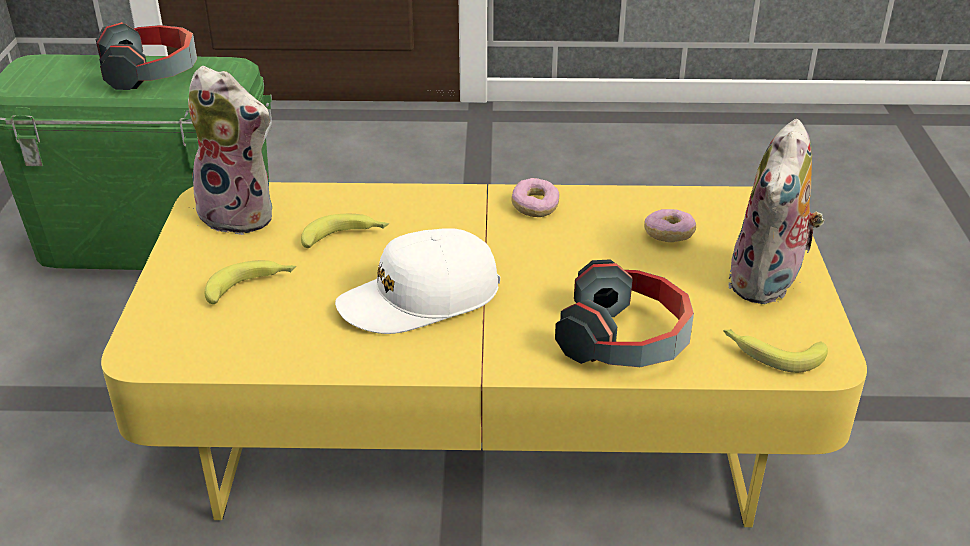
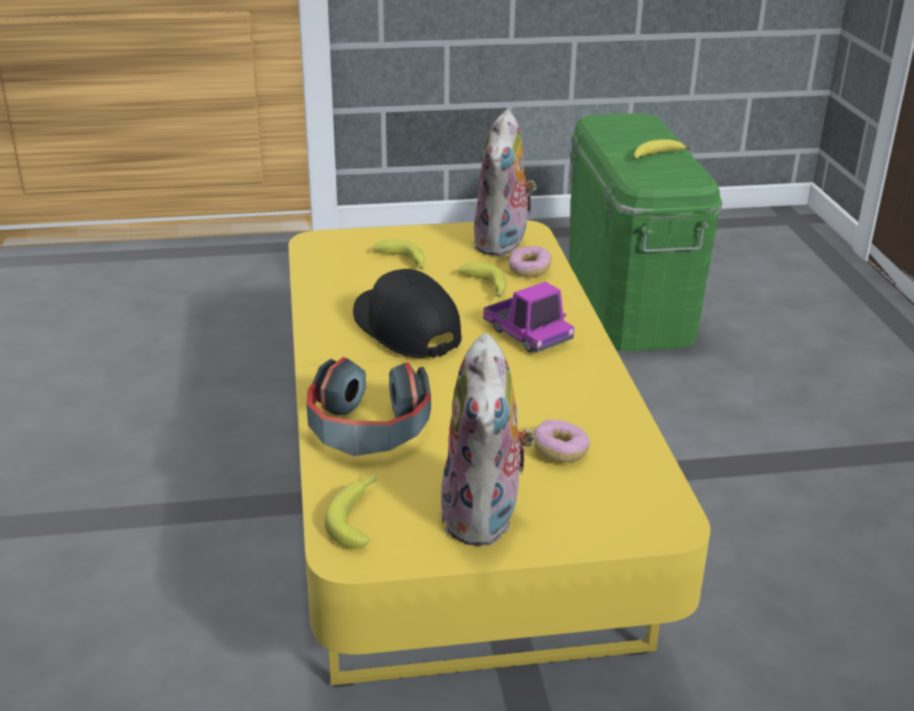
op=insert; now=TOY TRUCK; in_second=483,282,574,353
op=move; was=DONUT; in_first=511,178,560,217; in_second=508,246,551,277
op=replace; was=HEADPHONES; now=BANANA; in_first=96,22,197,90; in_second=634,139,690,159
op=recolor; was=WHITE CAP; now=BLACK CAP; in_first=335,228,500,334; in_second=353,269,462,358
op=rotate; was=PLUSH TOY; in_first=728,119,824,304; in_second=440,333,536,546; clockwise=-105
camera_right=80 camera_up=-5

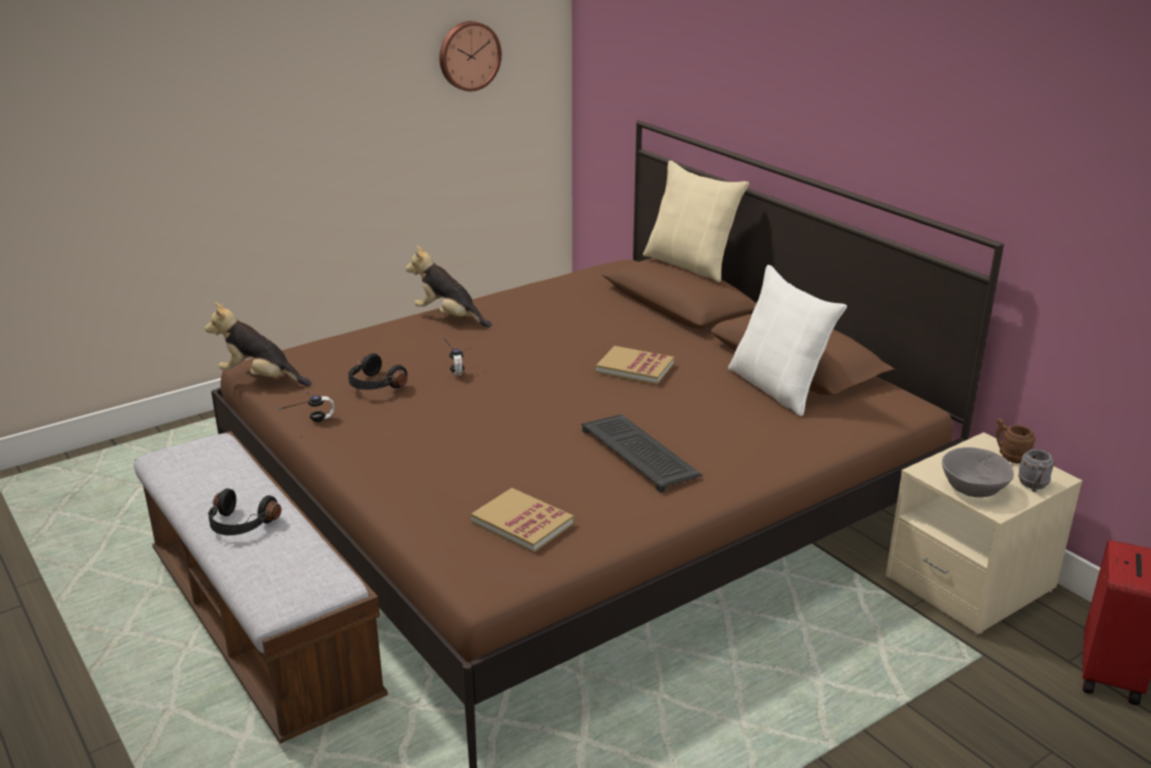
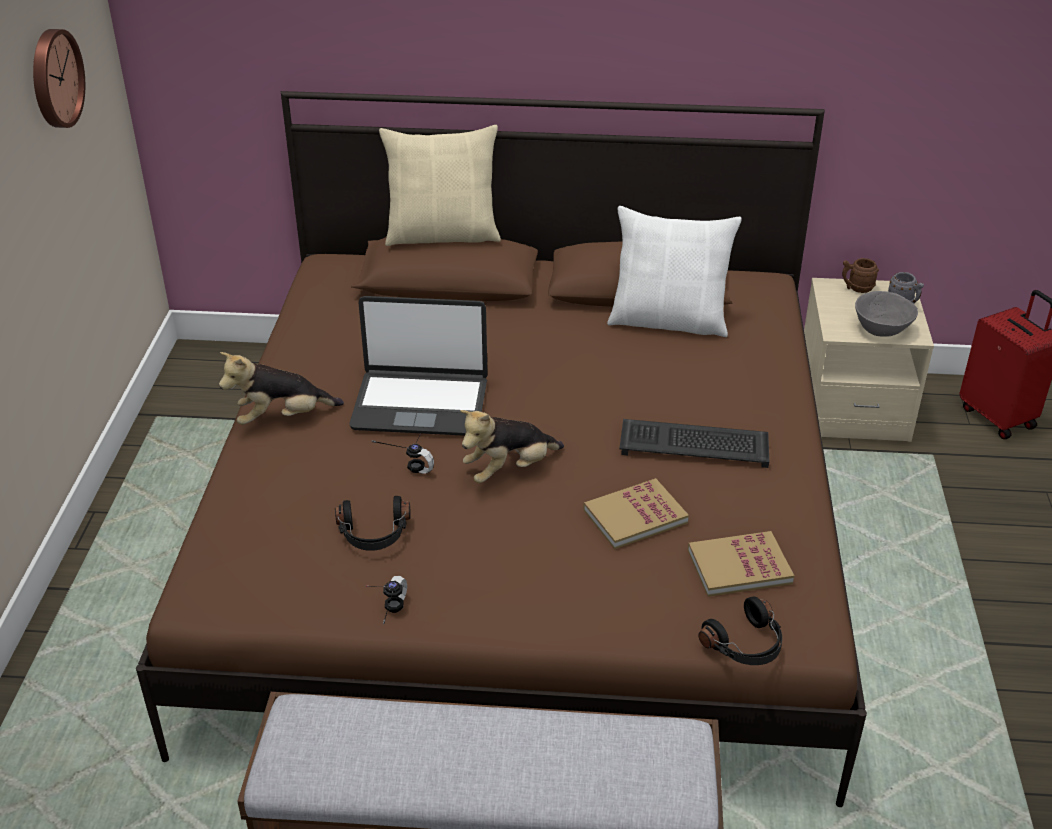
op=insert; now=LAPTOP; in_second=349,296,488,436
op=move; was=PLUSH TOY; in_first=205,302,311,386; in_second=460,410,564,483
op=move; was=BLACK HEADPHONES; in_first=208,488,281,535; in_second=698,597,782,665
op=move; was=BOOK; in_first=596,346,674,385; in_second=583,478,689,549
camera_right=-50 camera_up=10

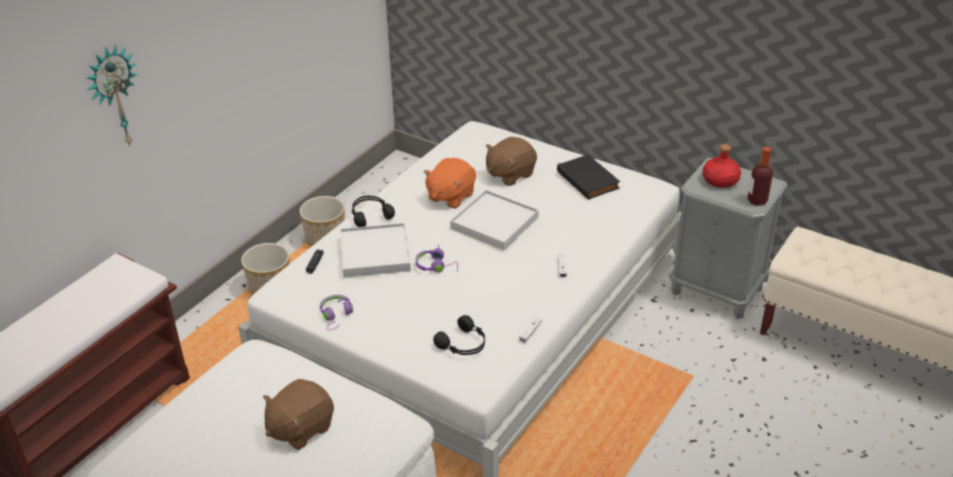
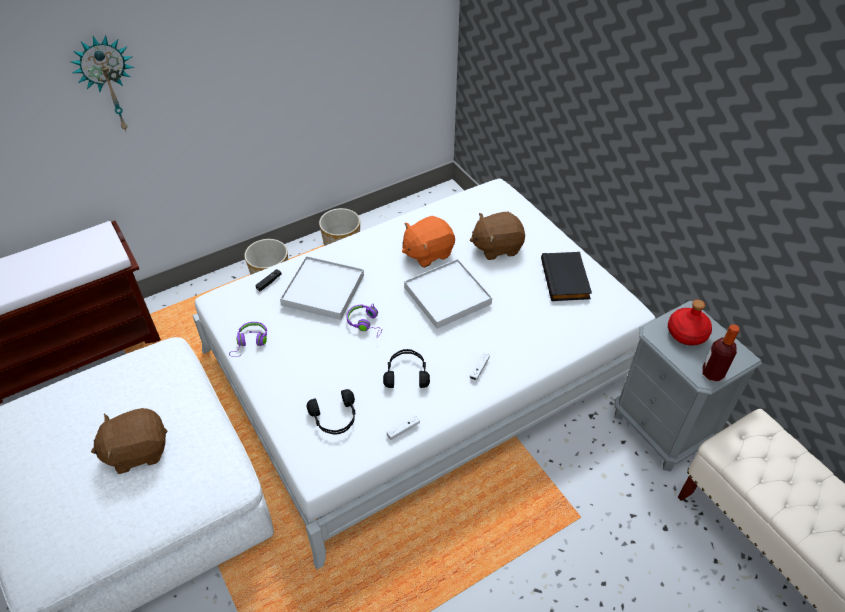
op=move; was=BLACK HEADPHONES; in_first=352,196,395,227; in_second=383,349,430,388
camera_right=25 camera_up=10

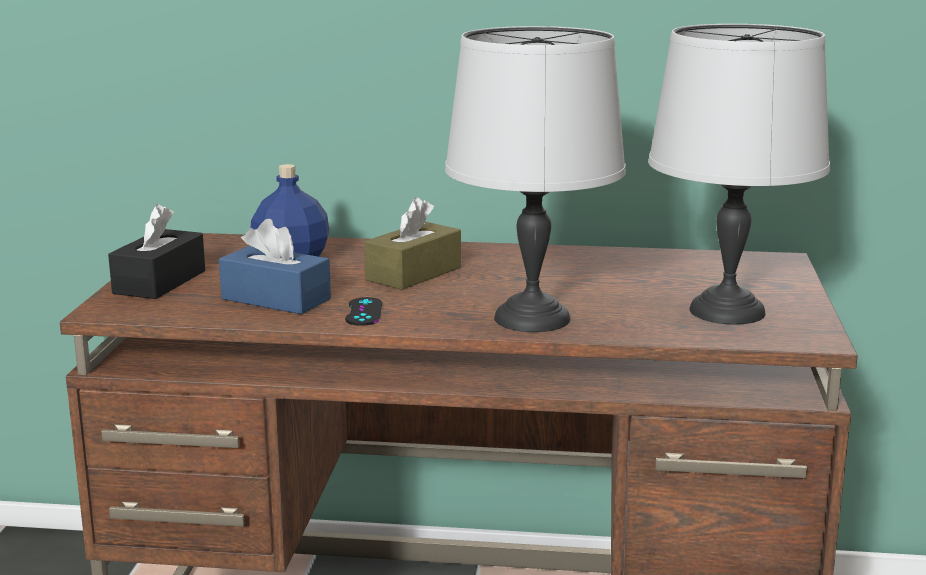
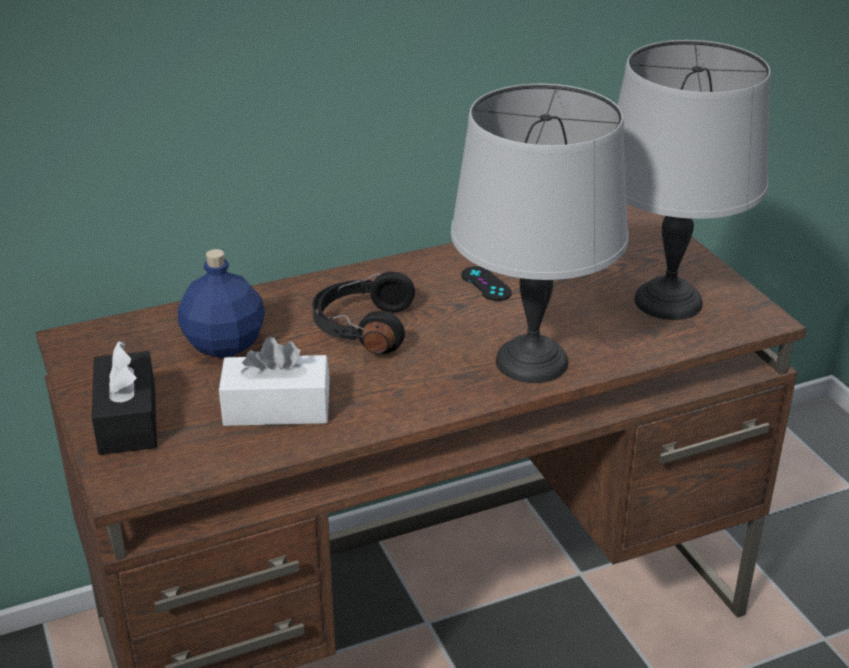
op=move; was=BLACK GAME CONTROLLER; in_first=345,297,382,326; in_second=461,266,512,301
op=replace; was=BROWN TISSUE BOX; now=BLACK HEADPHONES; in_first=364,197,461,290; in_second=312,272,415,354
op=recolor; was=BLUE TISSUE BOX; now=WHITE TISSUE BOX; in_first=219,219,331,314; in_second=219,337,330,426
camera_right=-30 camera_up=15

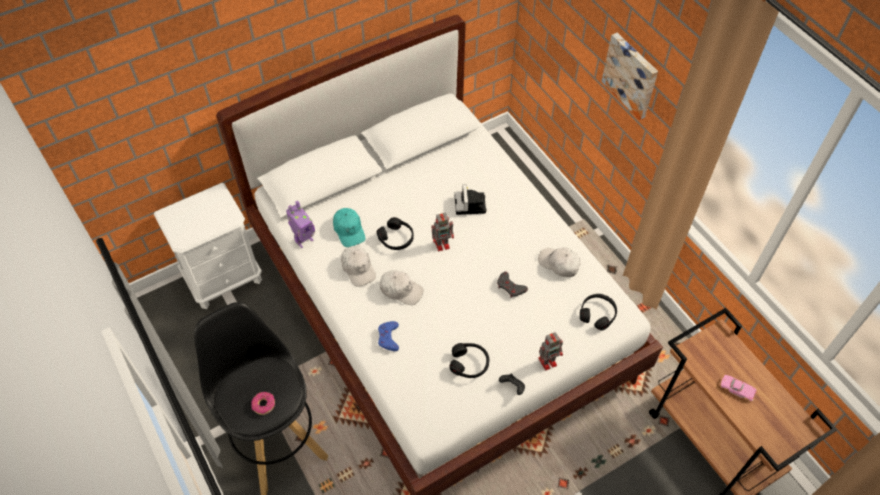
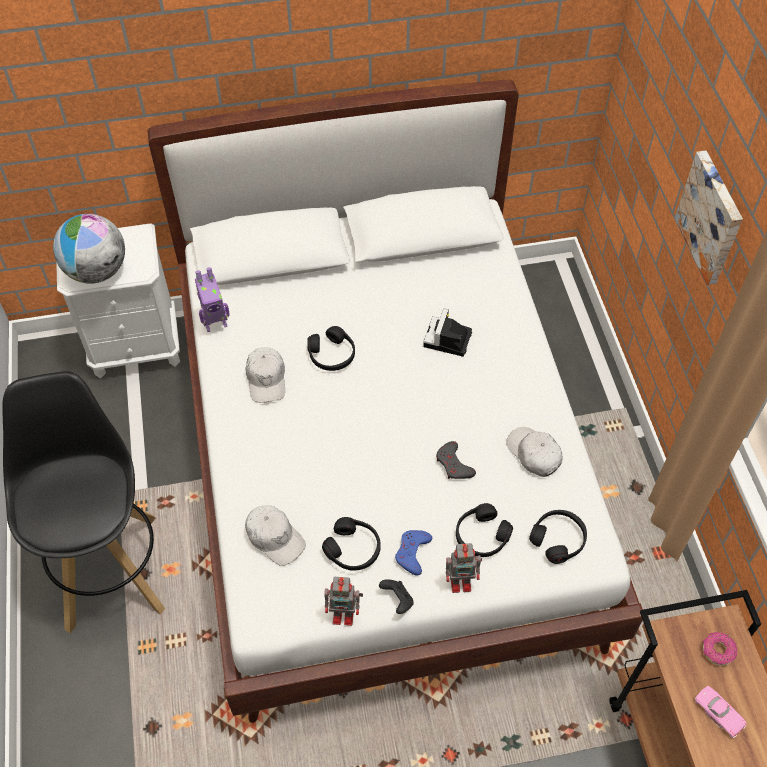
op=delete; was=TURQUOISE CAP; in_first=333,208,365,247
op=insert; now=GLOBE; in_second=53,214,125,284
op=insert; now=BLACK HEADPHONES; in_second=456,503,513,557
op=move; was=DONUT; in_first=251,392,275,415; in_second=703,632,738,666
op=move; was=BLUE GAME CONTROLLER; in_first=378,321,399,351; in_second=395,530,432,576
op=move; was=WHITE CAP; in_first=380,270,424,305; in_second=245,505,306,566
op=move; was=TOY ROBOT; in_first=432,213,454,251; in_second=324,577,363,626
camera_right=20 camera_up=0

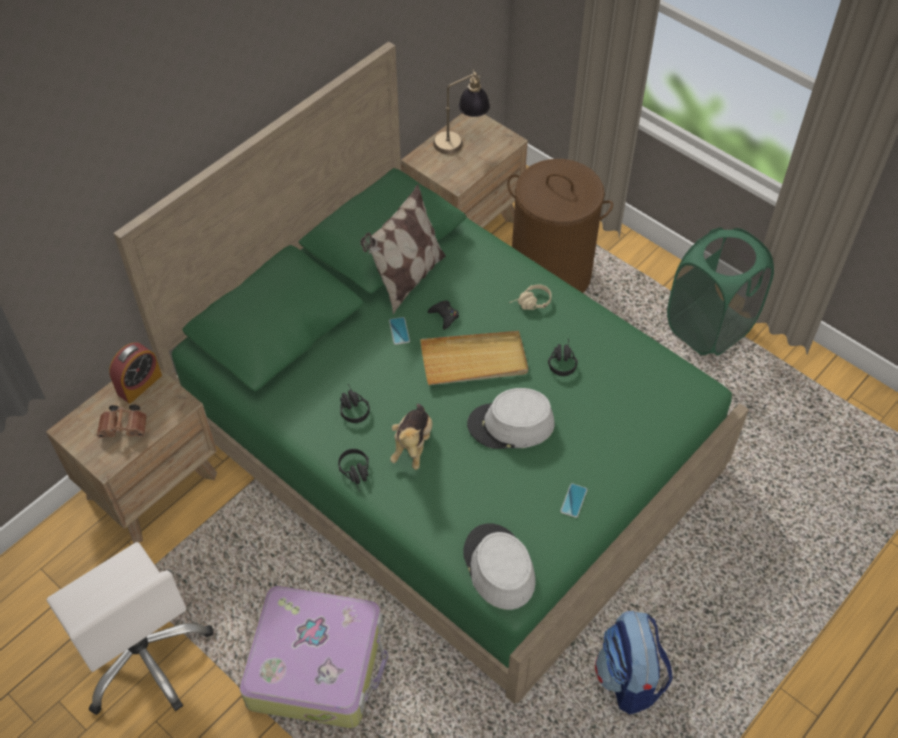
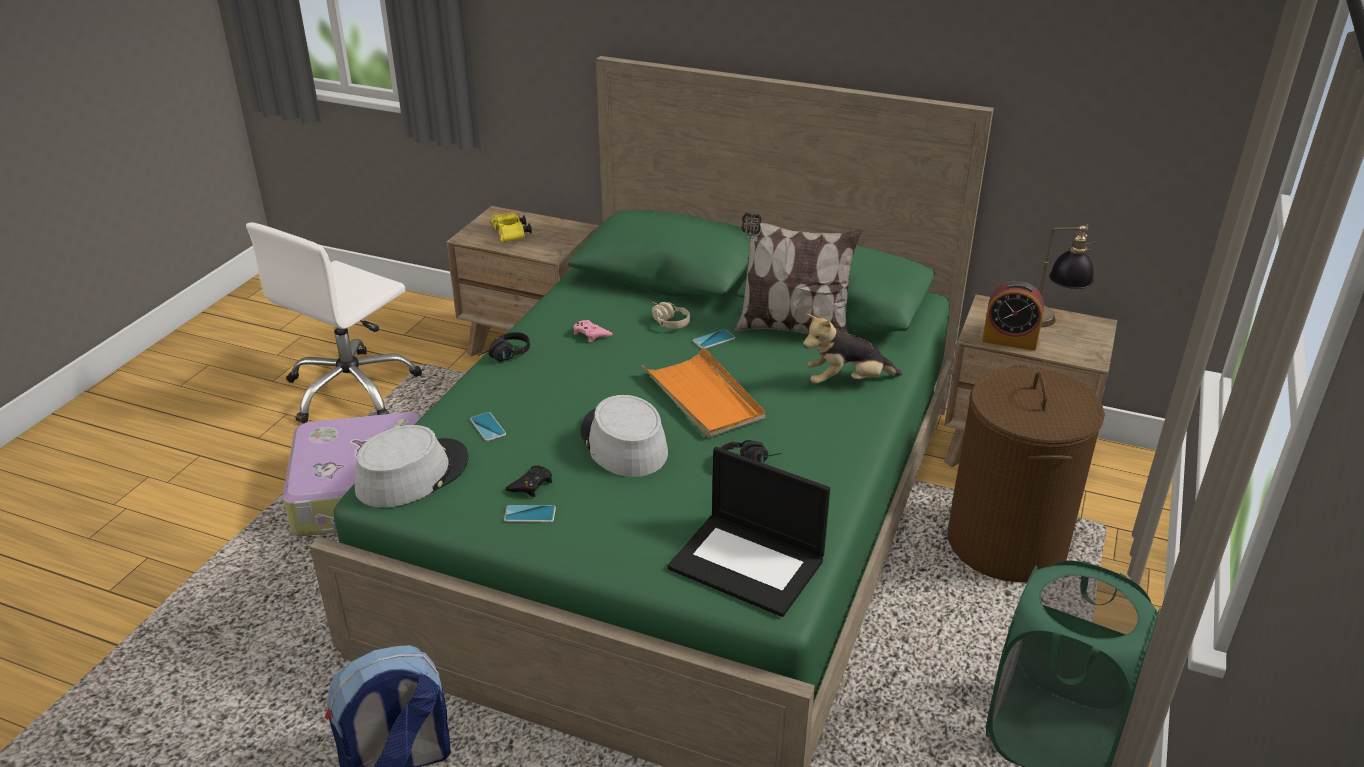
op=insert; now=PHONE; in_second=470,412,506,441
op=insert; now=LAPTOP; in_second=667,447,830,617
op=move; was=ALARM CLOCK; in_first=109,342,162,404; in_second=982,281,1044,351
op=move; was=PLUSH TOY; in_first=390,404,432,470; in_second=803,314,902,384
op=move; was=BLACK GAME CONTROLLER; in_first=428,301,459,330; in_second=505,466,552,497
op=move; was=BEIGE HEADPHONES; in_first=509,284,552,310; in_second=652,302,690,329
op=replace; was=BLACK HEADPHONES; now=PINK GAME CONTROLLER; in_first=340,384,370,423; in_second=573,320,613,343
op=recolor; was=BROWN BINOCULARS; now=YELLOW BINOCULARS; in_first=97,404,147,438; in_second=491,212,532,243
op=recolor; was=BEIGE TRAY; now=ORANGE TRAY; in_first=420,331,528,385; in_second=642,347,766,438
camera_right=70 camera_up=-20

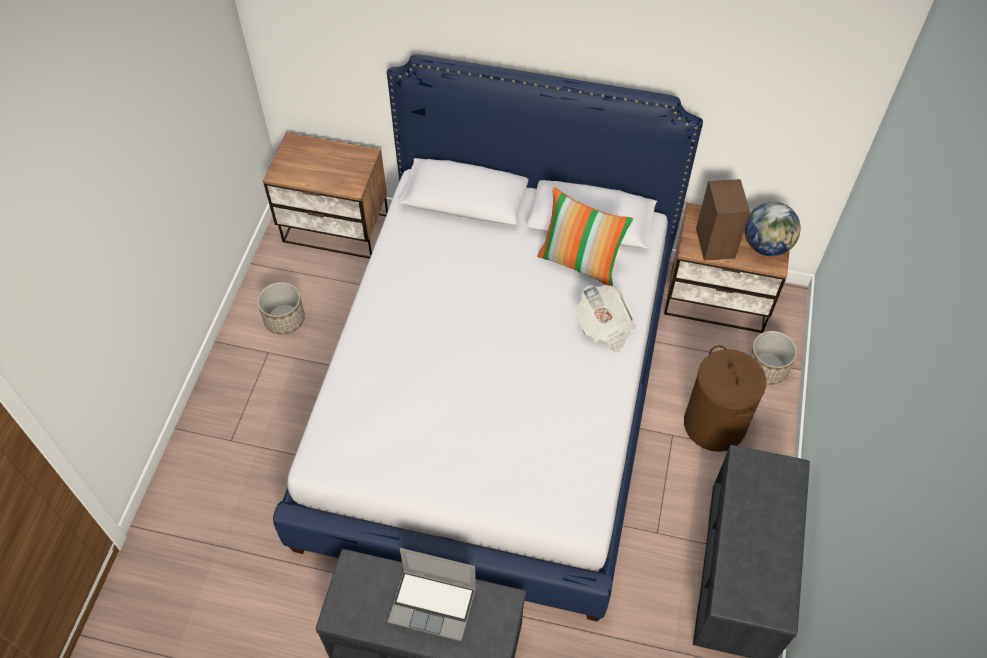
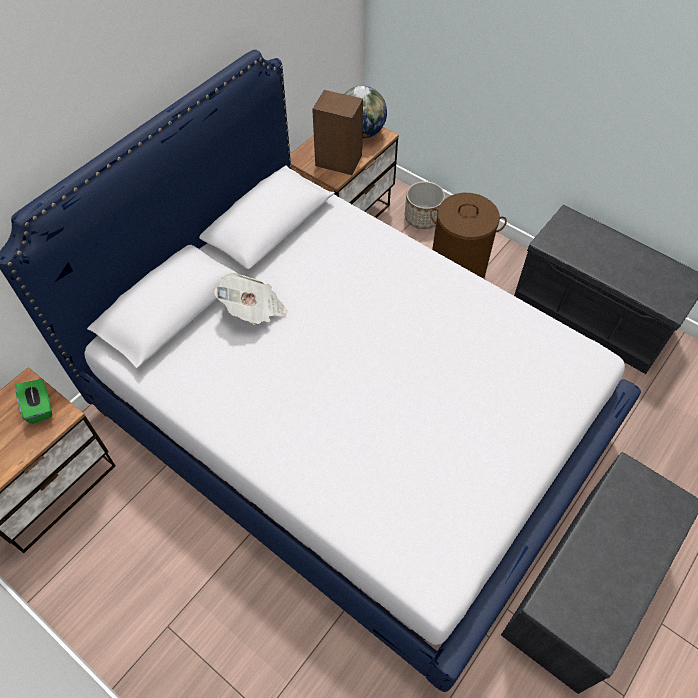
op=delete; was=PLANTER; in_first=257,282,305,335
op=delete; was=LAPTOP; in_first=388,548,476,641
op=delete; was=PILLOW; in_first=537,187,633,287
op=insert; now=GREEN TISSUE BOX; in_second=15,379,52,424
op=move; was=NEWSPAPER; in_first=576,285,636,352; in_second=214,273,288,325
camera_right=-65 camera_up=0

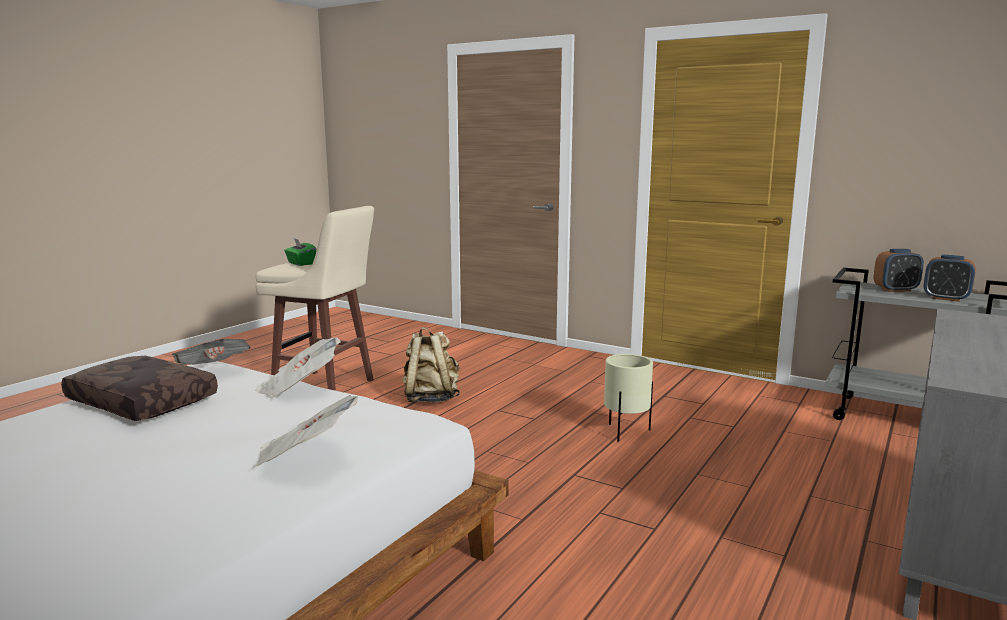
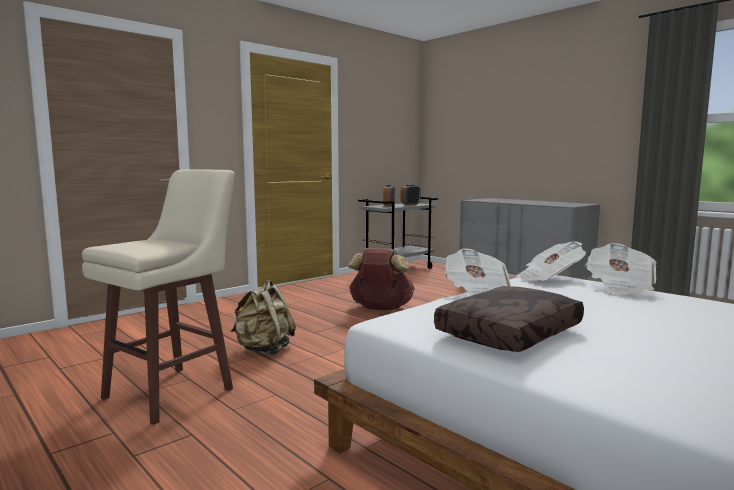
op=delete; was=GREEN TISSUE BOX; in_first=284,238,316,266
op=move; was=NEWSPAPER; in_first=172,339,251,365; in_second=516,241,586,281
op=replace; was=BEIGE PLANTER; now=BROWN BACKPACK; in_first=604,354,653,442; in_second=348,248,415,310
camera_right=-75 camera_up=-5

